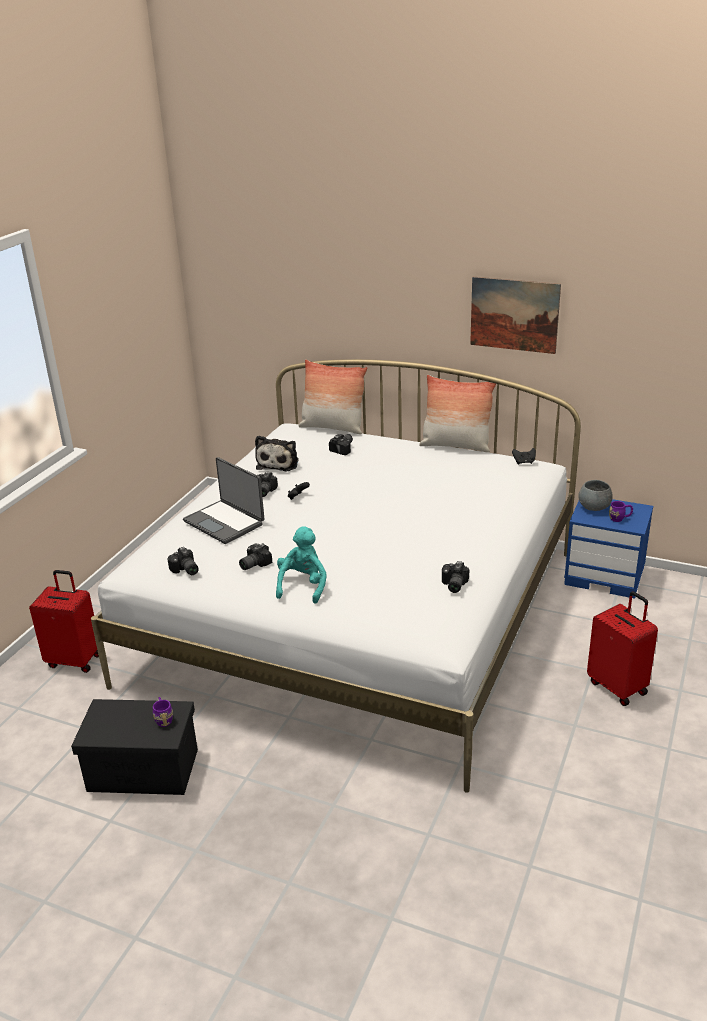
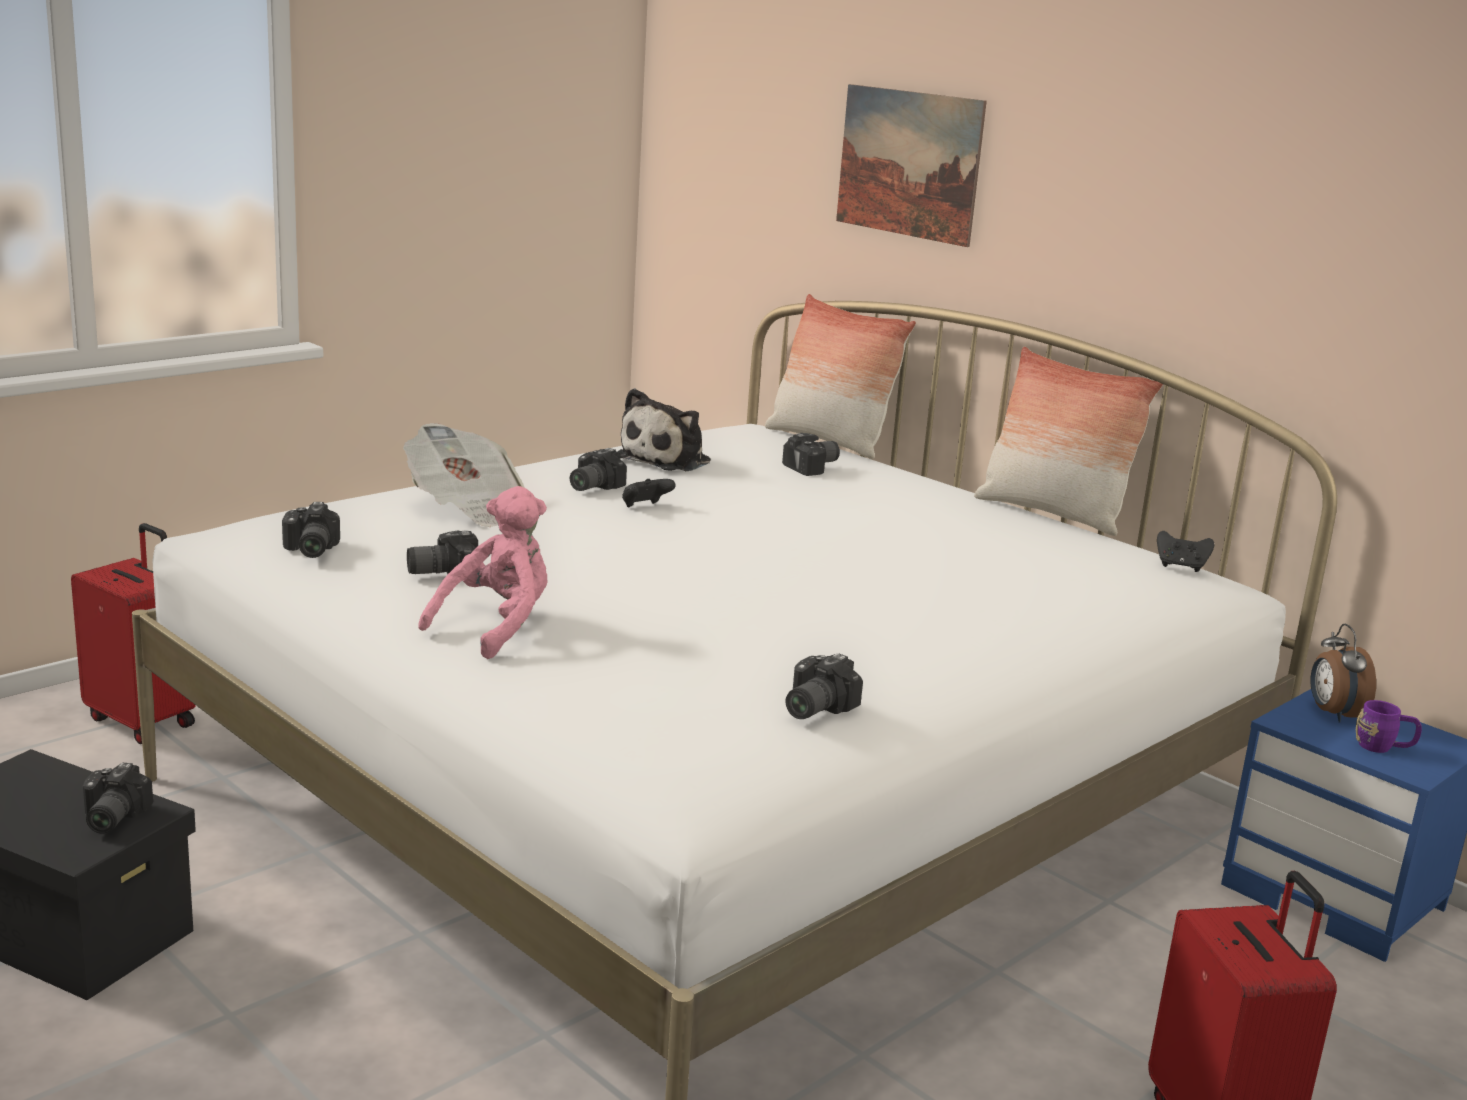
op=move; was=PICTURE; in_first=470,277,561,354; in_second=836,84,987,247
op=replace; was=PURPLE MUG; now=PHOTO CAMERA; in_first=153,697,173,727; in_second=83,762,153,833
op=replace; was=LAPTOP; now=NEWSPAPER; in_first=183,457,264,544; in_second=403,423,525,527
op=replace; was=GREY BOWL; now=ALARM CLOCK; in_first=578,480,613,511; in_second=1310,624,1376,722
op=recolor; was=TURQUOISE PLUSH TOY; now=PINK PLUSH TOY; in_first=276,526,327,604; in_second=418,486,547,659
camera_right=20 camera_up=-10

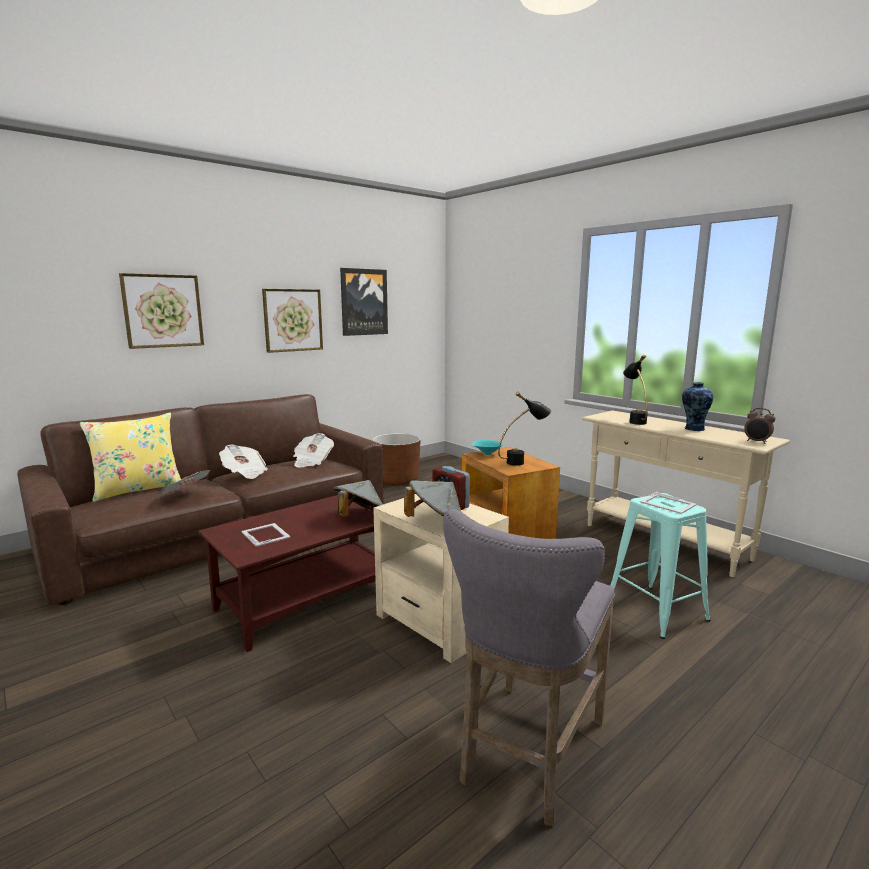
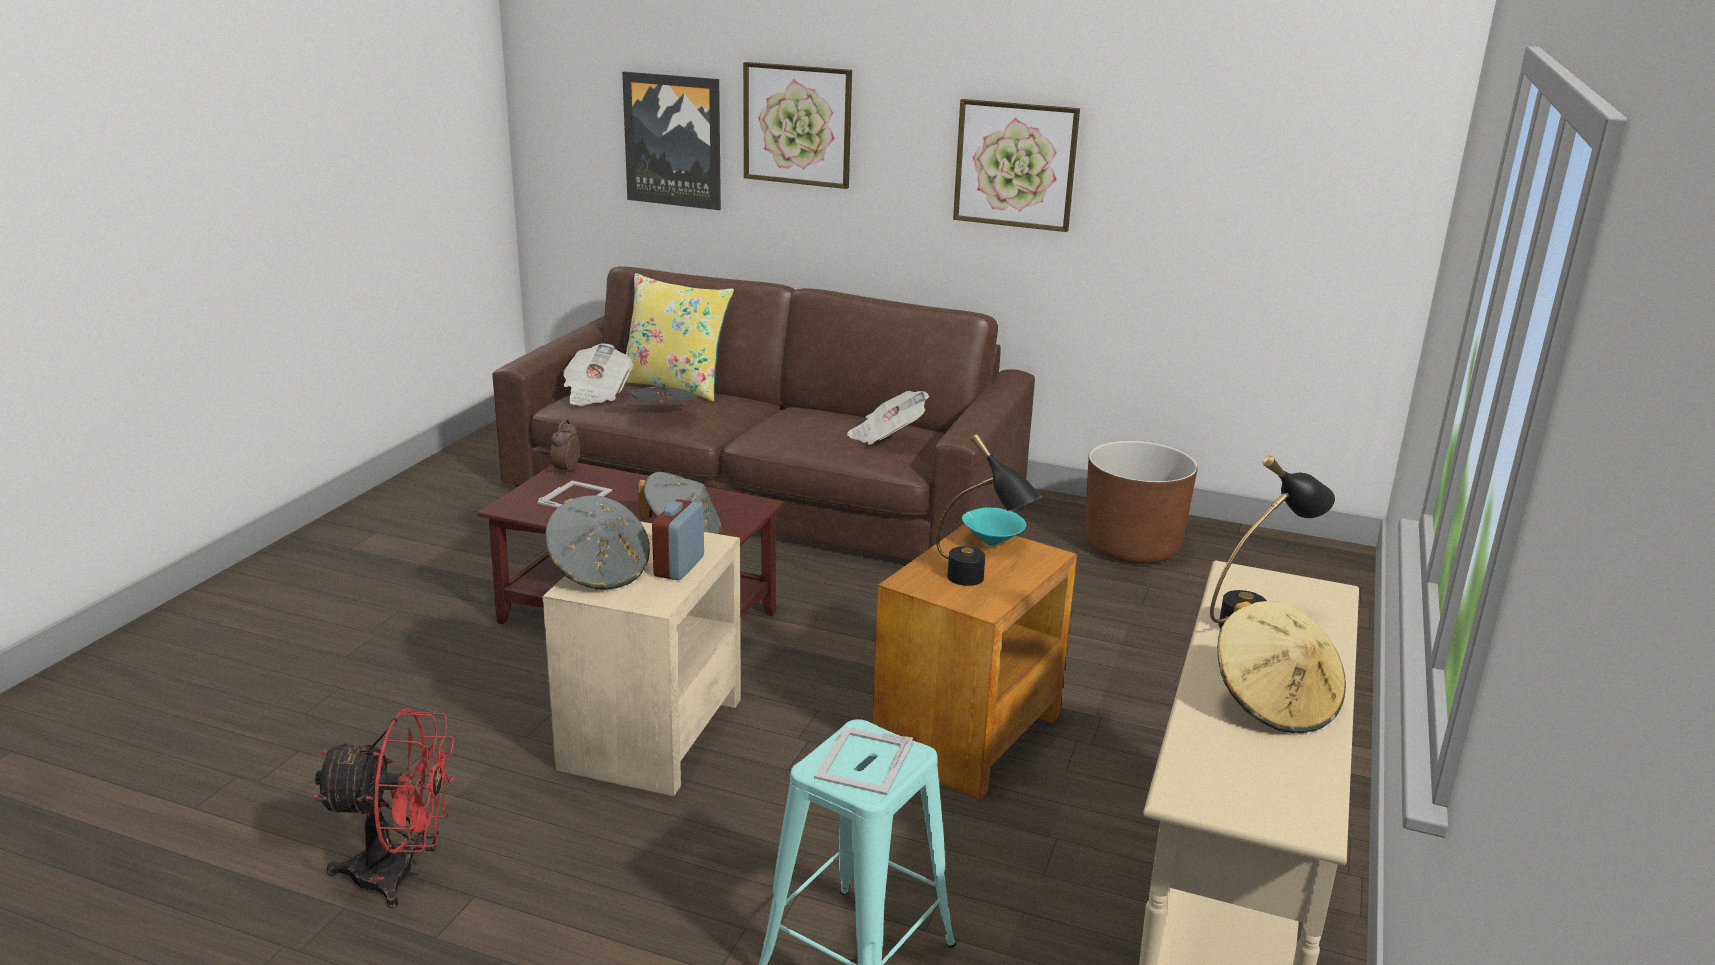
op=move; was=NEWSPAPER; in_first=219,445,268,479; in_second=563,343,633,406
op=move; was=PICTURE; in_first=340,268,388,336; in_second=622,72,721,210
op=move; was=ALARM CLOCK; in_first=744,408,775,444; in_second=551,420,580,474
op=replace; was=GREY STOOL; now=RED FAN; in_first=443,509,615,826; in_second=312,708,455,908
op=replace; was=VASE; now=BEIGE HAT; in_first=682,382,713,431; in_second=1218,601,1346,733
camera_right=60 camera_up=10

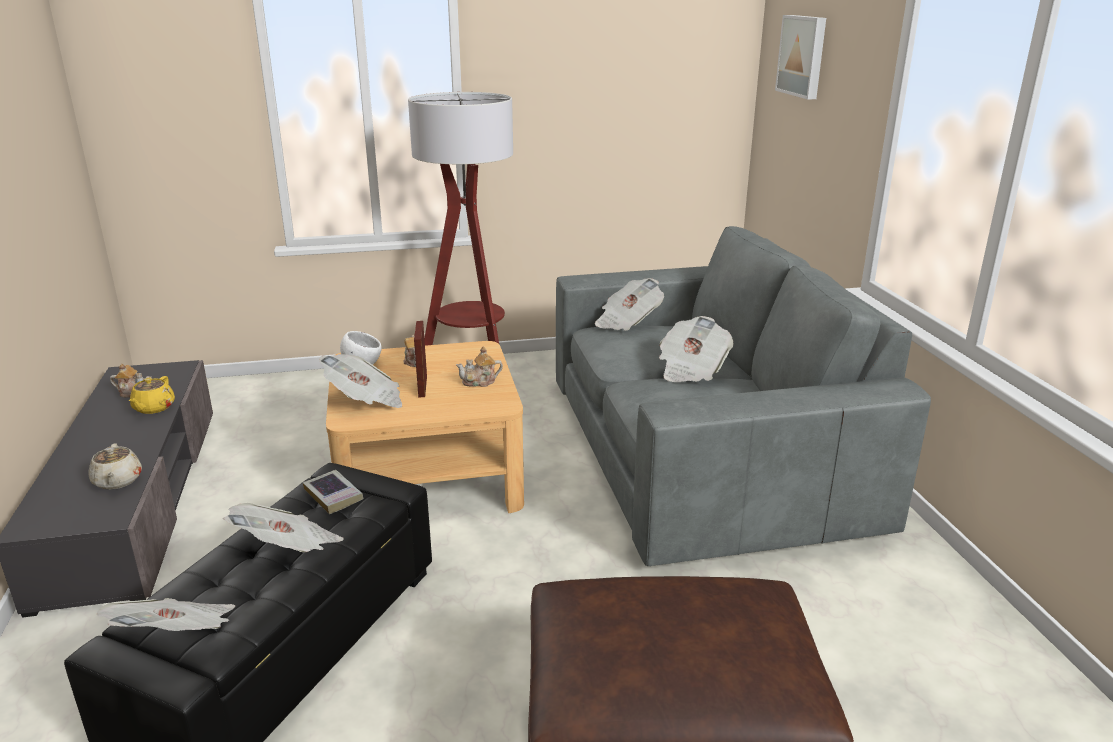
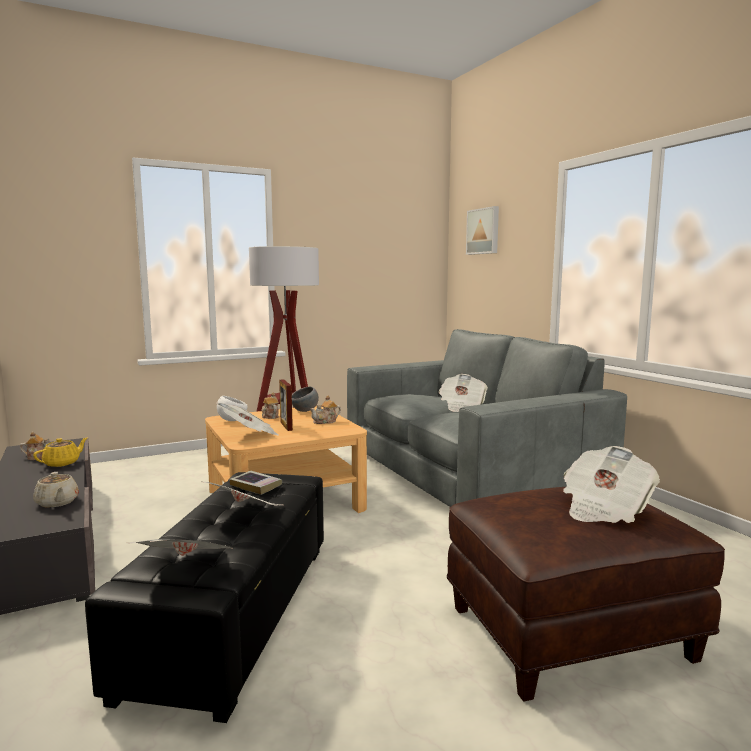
op=insert; now=GREY BOWL; in_second=292,387,319,412
op=move; was=NEWSPAPER; in_first=595,278,664,331; in_second=563,446,660,523
op=rotate; was=YELLOW TEAPOT; in_first=129,376,175,414; in_second=33,437,88,467; clockwise=-135
camera_right=-15 camera_up=-15

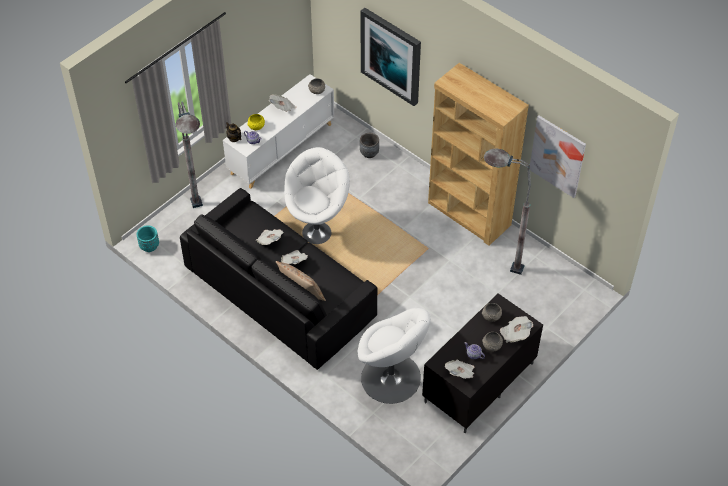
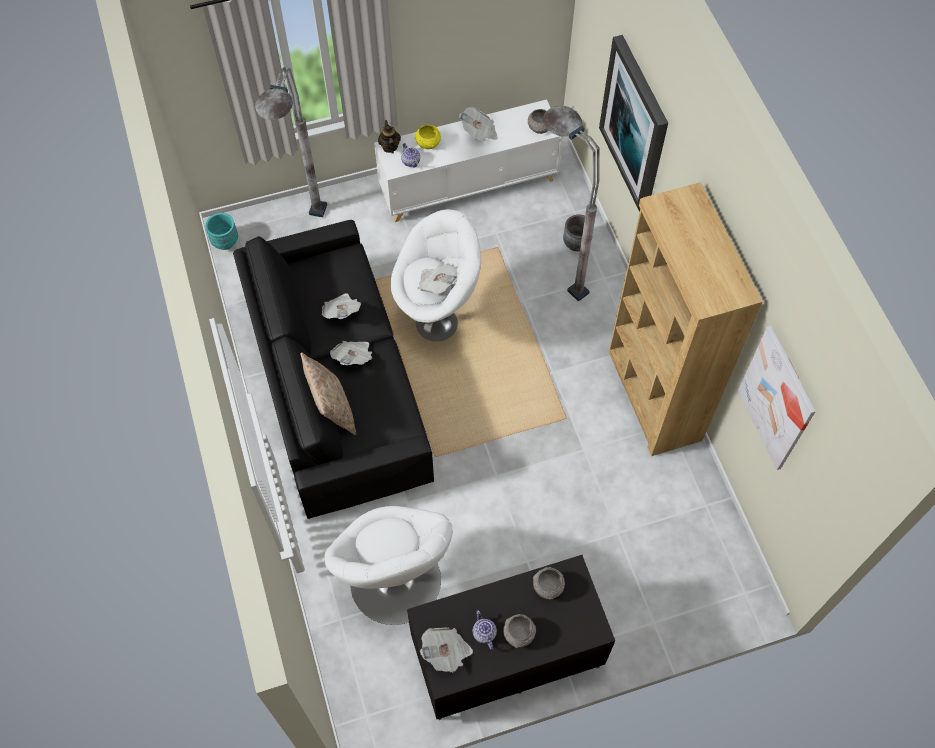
op=move; was=GREY FLOOR LAMP; in_first=484,149,531,275; in_second=543,106,599,302
op=move; was=NEWSPAPER; in_first=500,316,533,343; in_second=418,264,458,294
camera_right=30 camera_up=10

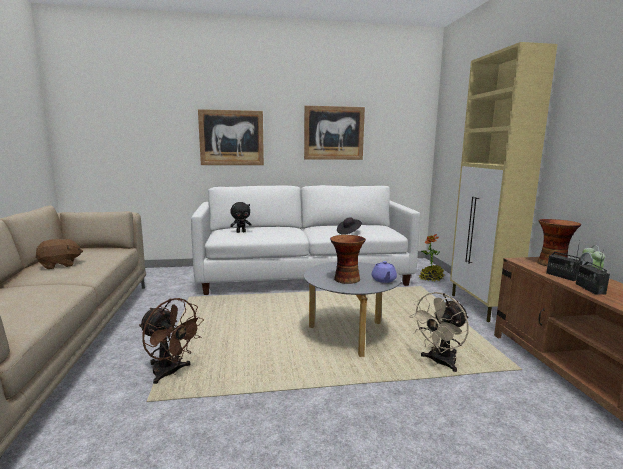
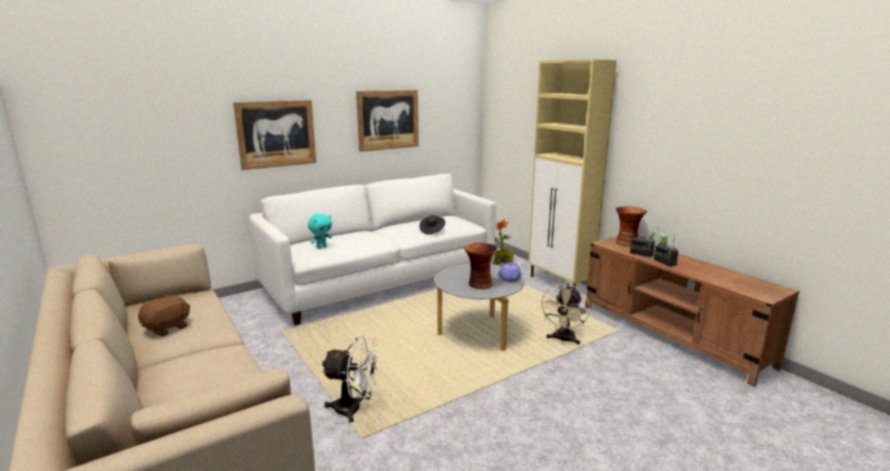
op=recolor; was=BROWN FAN; now=WHITE FAN; in_first=139,298,204,384; in_second=321,335,380,422
op=recolor; was=BLACK PLUSH TOY; now=TURQUOISE PLUSH TOY; in_first=230,202,252,233; in_second=308,214,332,249
camera_right=-25 camera_up=5

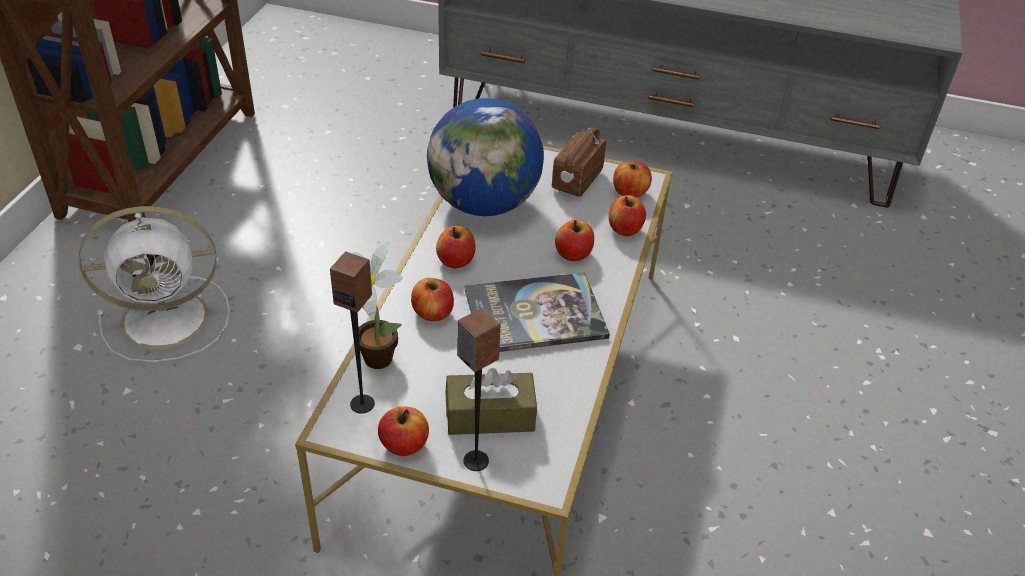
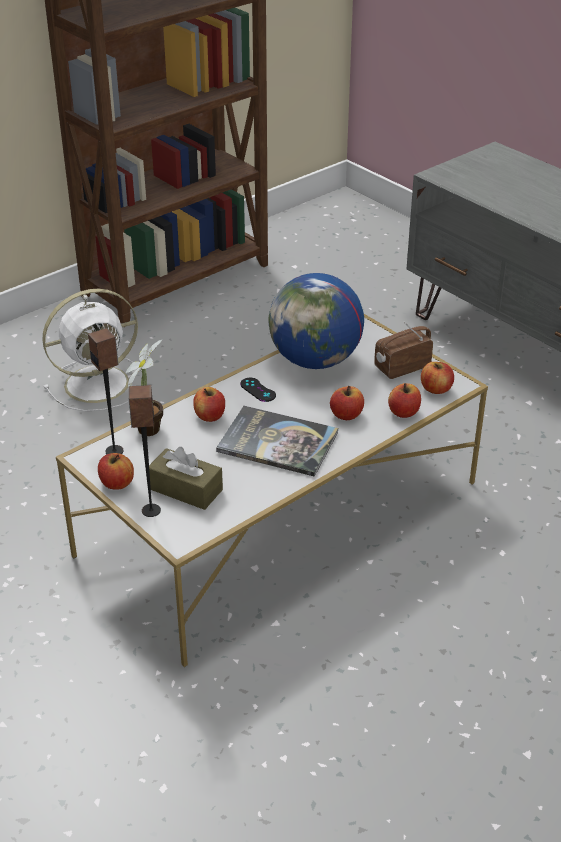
op=replace; was=APPLE; now=BLACK GAME CONTROLLER; in_first=436,226,476,268; in_second=240,378,276,402
op=rotate; was=WHITE FAN; in_first=79,206,230,362; in_second=42,289,142,412; clockwise=-45
camera_right=35 camera_up=-5

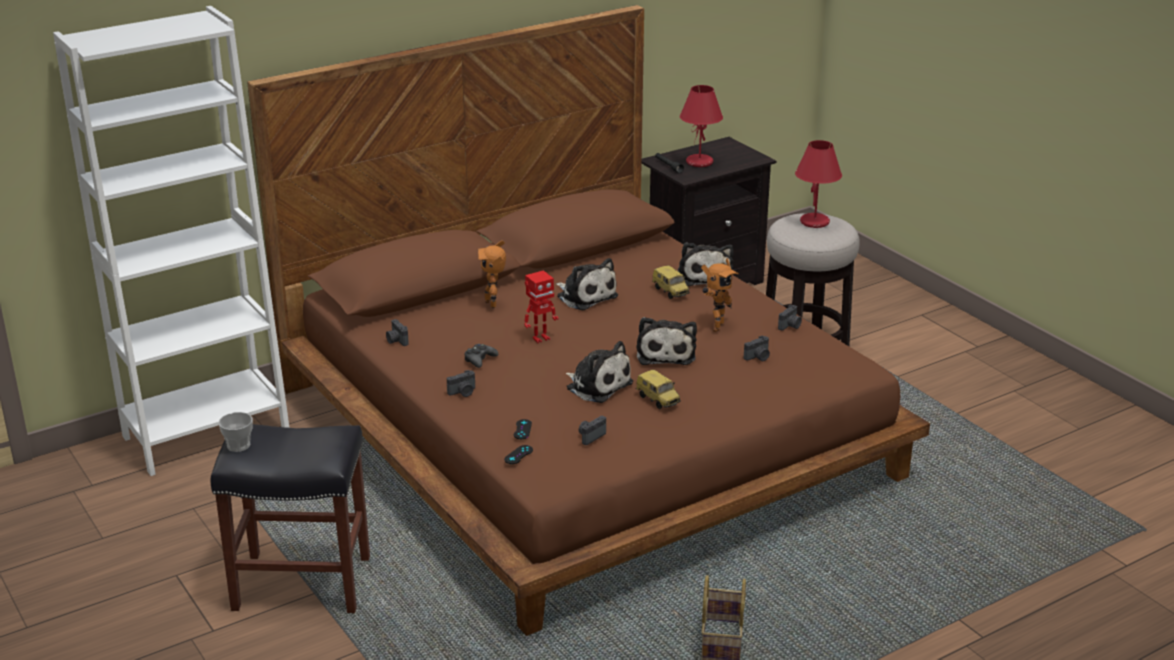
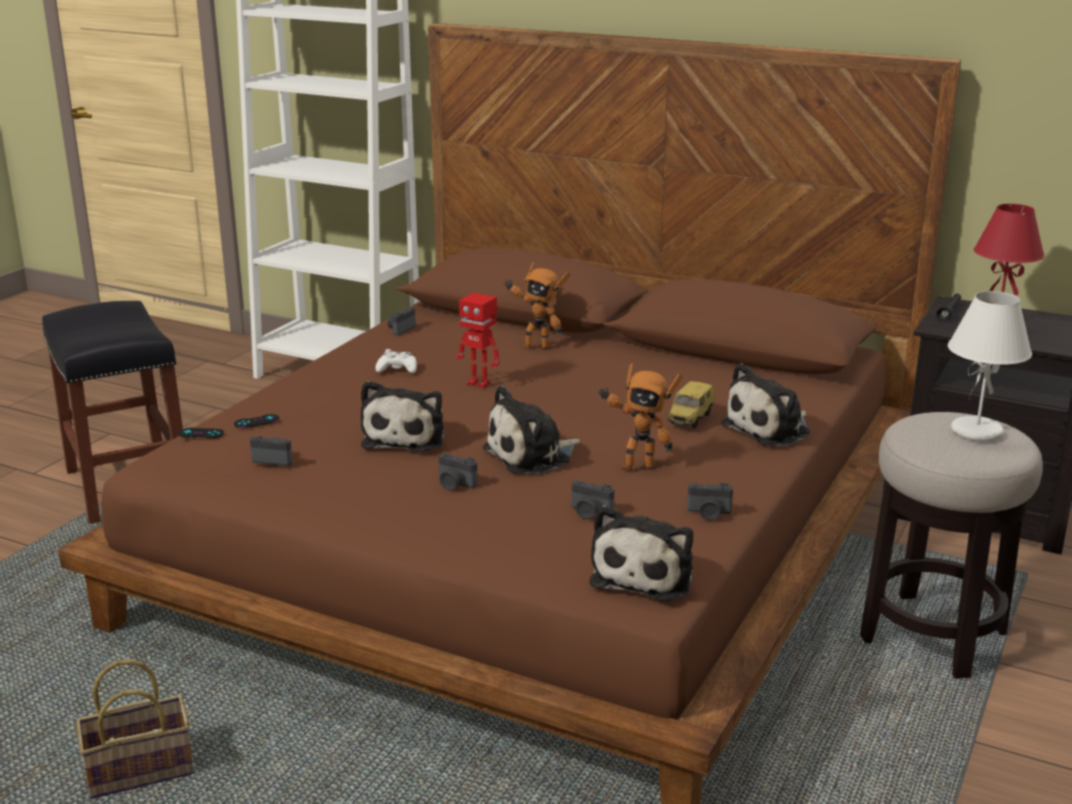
op=delete; was=CUP; in_first=218,412,253,452
op=delete; was=TOY CAR; in_first=636,370,681,409
op=move; was=PHOTO CAMERA; in_first=447,370,475,397; in_second=439,453,478,490
op=move; was=PLUSH TOY; in_first=556,258,618,310; in_second=590,505,693,601
op=recolor; was=BLACK GAME CONTROLLER; now=WHITE GAME CONTROLLER; in_first=465,343,498,368; in_second=375,349,417,373
op=recolor; was=RED TABLE LAMP; now=WHITE TABLE LAMP; in_first=795,140,842,228; in_second=948,291,1032,442
op=rotate; was=TOY ROBOT; in_first=478,240,506,308; in_second=504,262,571,349; clockwise=-120
camera_right=60 camera_up=-5

